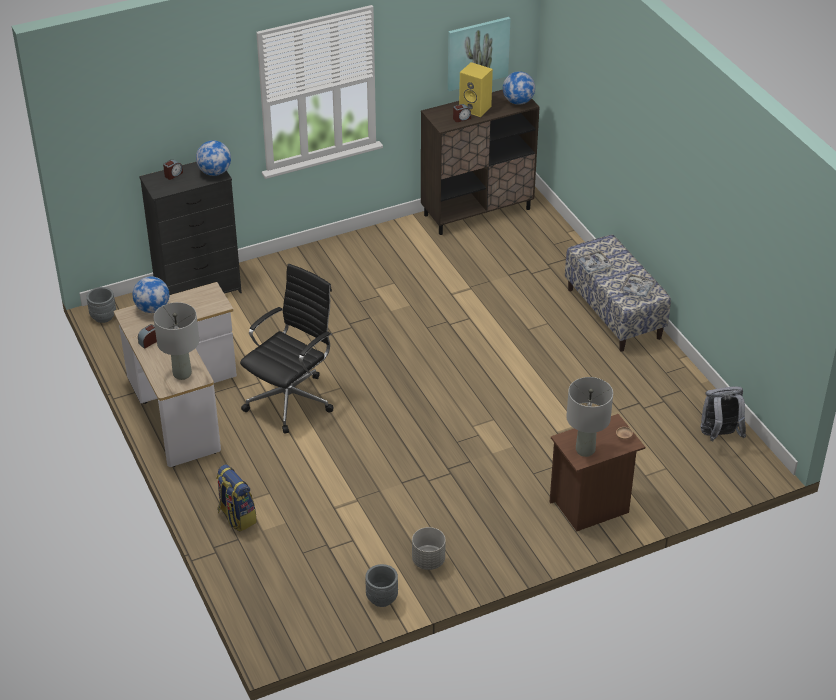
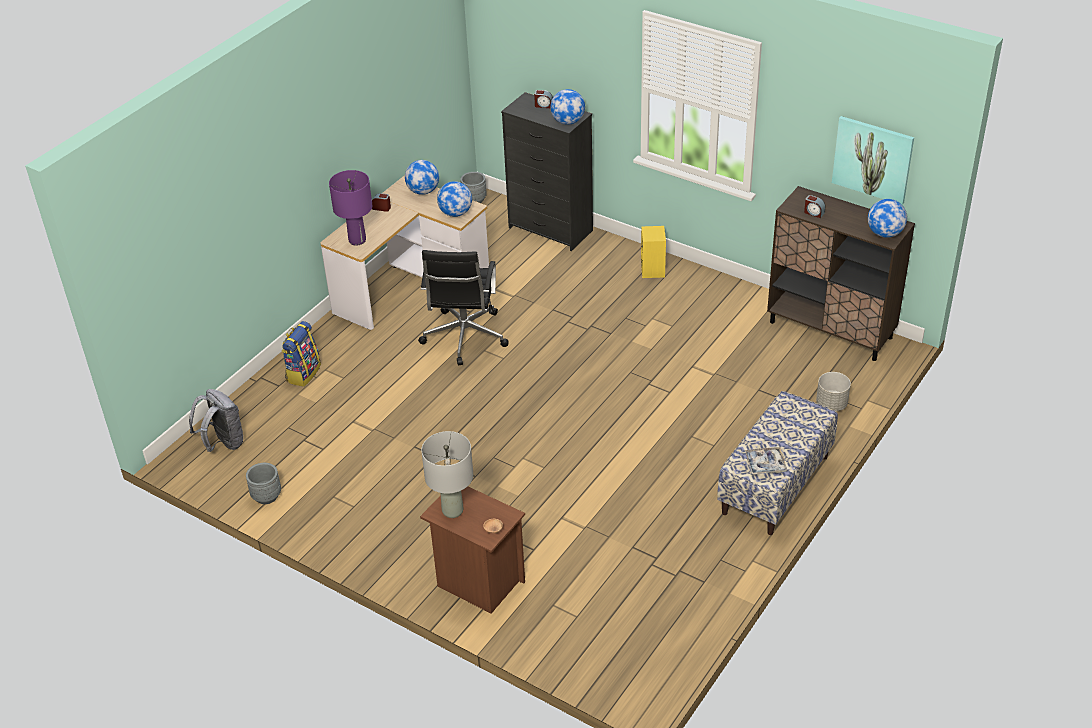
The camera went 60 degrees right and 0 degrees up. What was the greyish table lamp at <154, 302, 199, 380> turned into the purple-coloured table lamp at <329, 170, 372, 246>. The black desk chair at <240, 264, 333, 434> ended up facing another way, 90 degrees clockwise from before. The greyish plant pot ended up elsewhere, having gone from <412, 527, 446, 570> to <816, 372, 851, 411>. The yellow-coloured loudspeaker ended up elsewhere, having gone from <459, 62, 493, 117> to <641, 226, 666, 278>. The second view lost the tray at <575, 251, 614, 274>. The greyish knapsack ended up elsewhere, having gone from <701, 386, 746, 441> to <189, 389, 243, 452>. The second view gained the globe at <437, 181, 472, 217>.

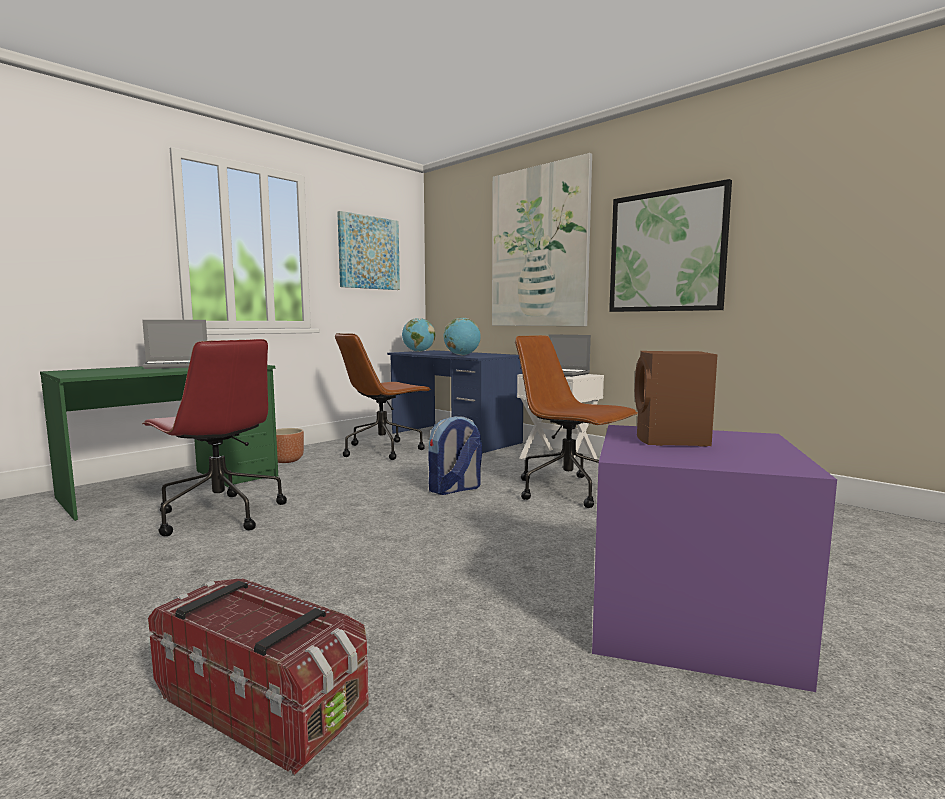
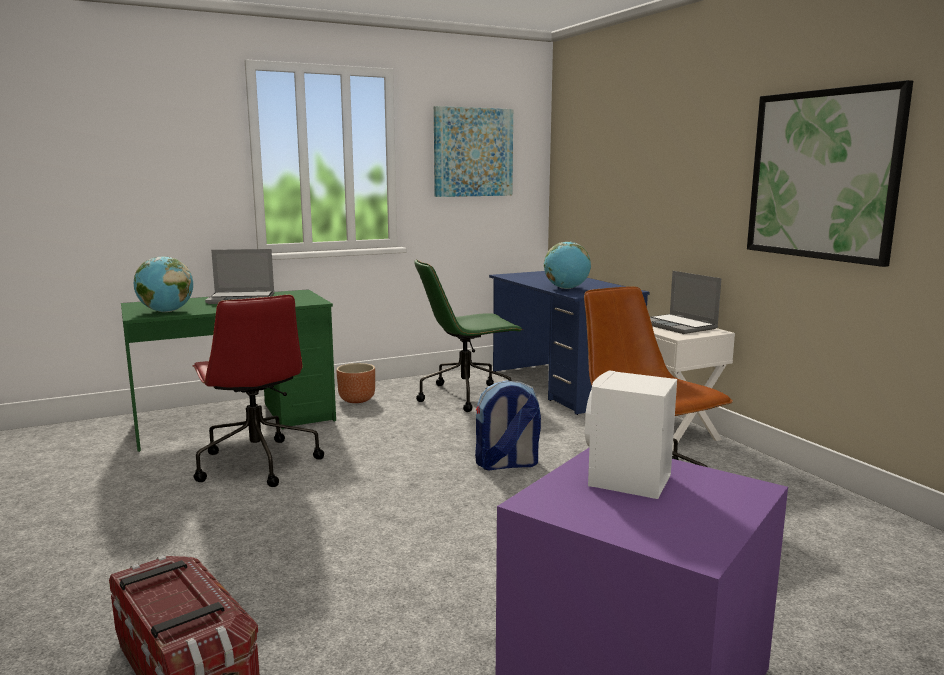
The camera went 20 degrees right and 5 degrees up. What was the brown-coloured desk chair at <335, 333, 431, 460> turned into the greenish desk chair at <414, 259, 523, 412>. The globe ended up elsewhere, having gone from <402, 318, 435, 352> to <134, 257, 193, 312>. The second view lost the picture at <492, 153, 592, 326>. What was the brown-coloured loudspeaker at <635, 351, 718, 447> turned into the white-coloured loudspeaker at <585, 370, 677, 499>.

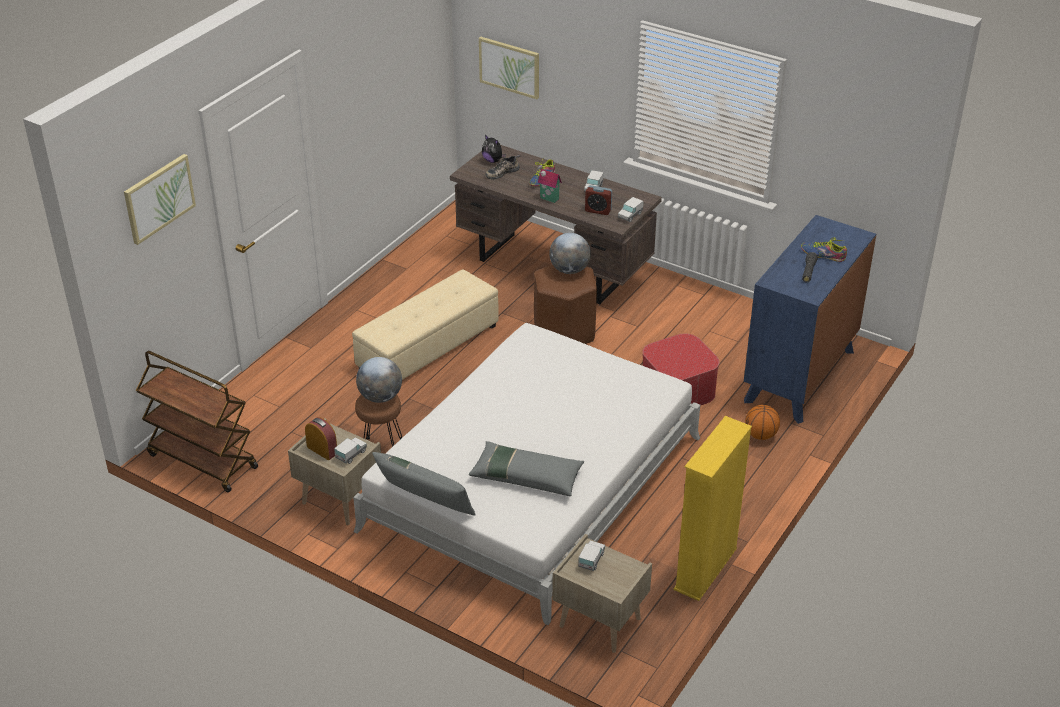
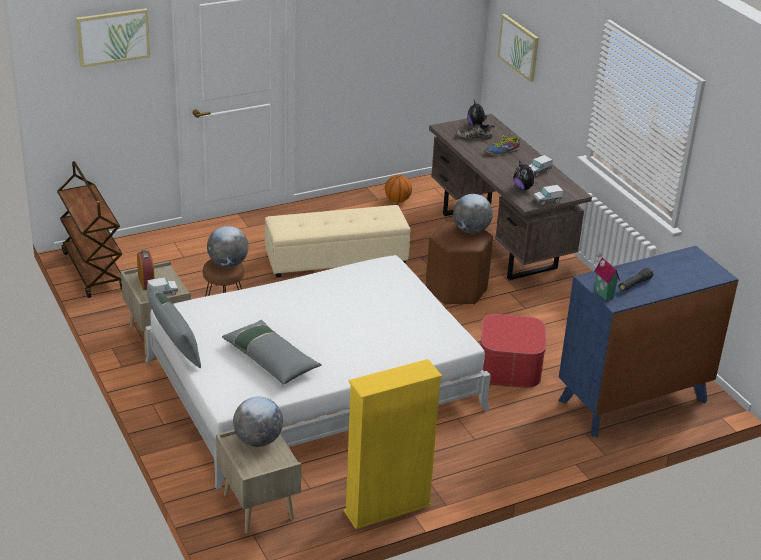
The camera went 30 degrees right and 5 degrees down. The miniature house ended up elsewhere, having gone from <537, 164, 562, 203> to <594, 253, 620, 301>. Where the toy truck stood at <578, 541, 605, 571>, the globe came to stand at <233, 397, 283, 447>. Where the bedside clock stood at <585, 185, 612, 215>, the soft toy came to stand at <513, 161, 538, 190>. The basketball ball ended up elsewhere, having gone from <745, 405, 780, 440> to <385, 175, 412, 203>. The second view lost the item of footwear at <801, 237, 847, 262>.

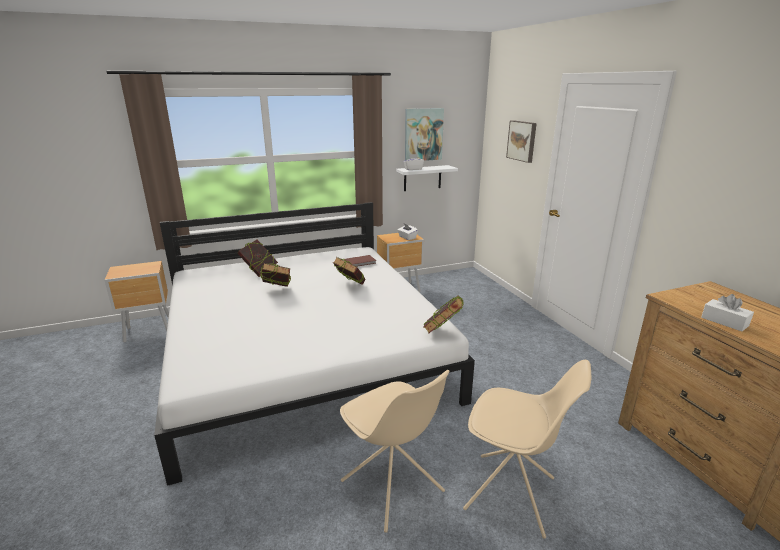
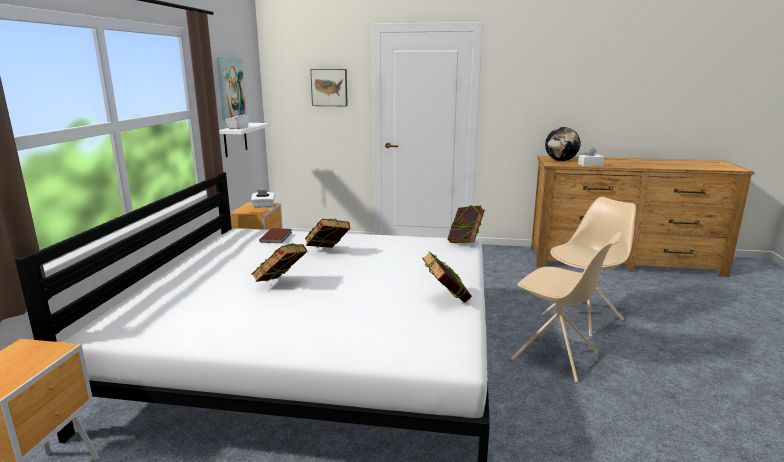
The camera went 60 degrees left and 5 degrees down. The bound book ended up elsewhere, having gone from <238, 240, 278, 277> to <422, 251, 472, 303>. The beige-coloured plain chair at <340, 370, 449, 533> ended up facing another way, 45 degrees clockwise from before. The second view gained the globe at <545, 127, 581, 161>.

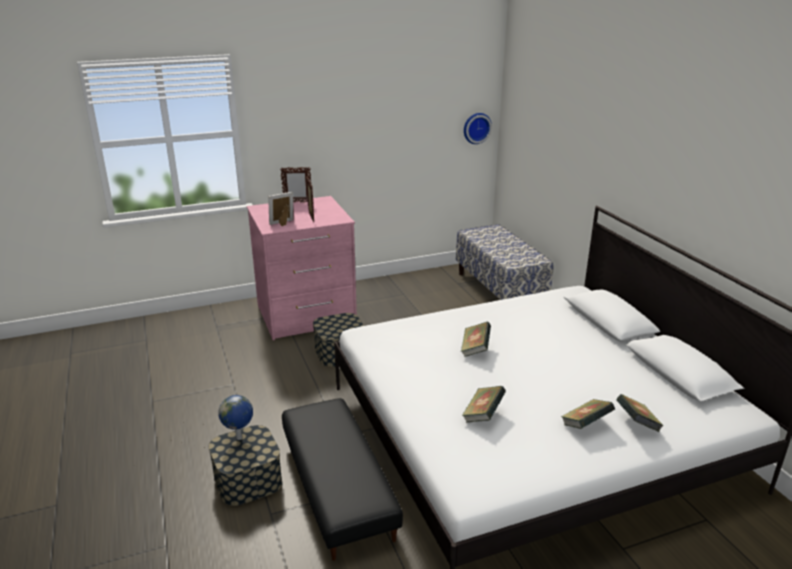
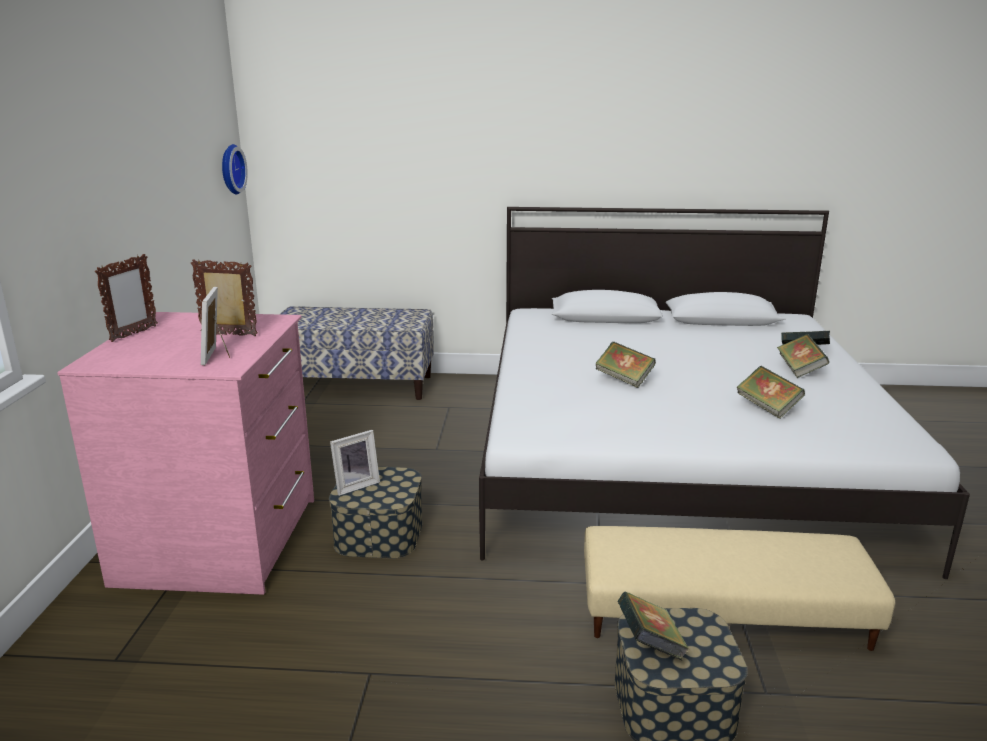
The camera went 65 degrees left and 5 degrees down. Where the globe stood at <218, 395, 253, 440>, the bound book came to stand at <618, 592, 689, 660>. What was the black ottoman at <282, 398, 403, 561> turned into the beige-coloured ottoman at <584, 526, 895, 651>. The second view gained the picture frame at <330, 430, 380, 496>.

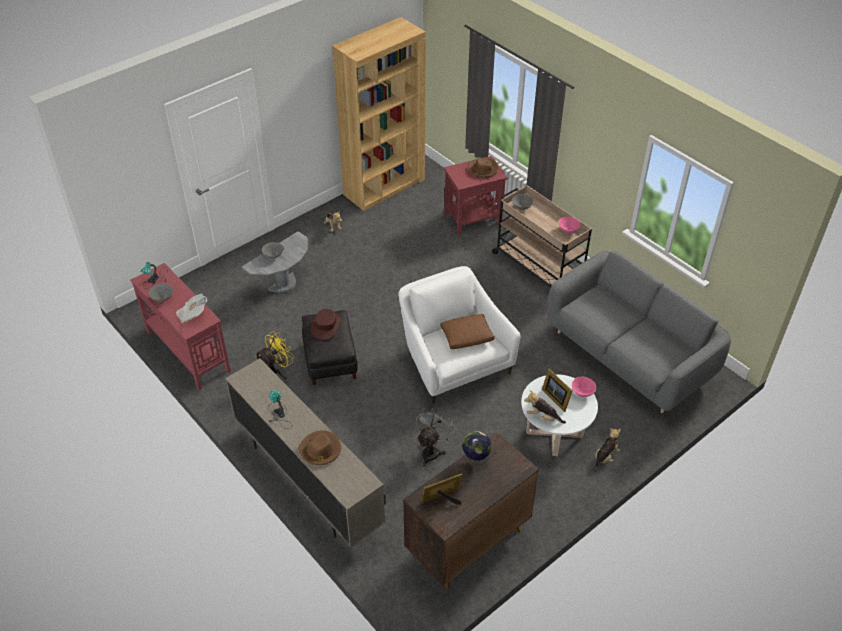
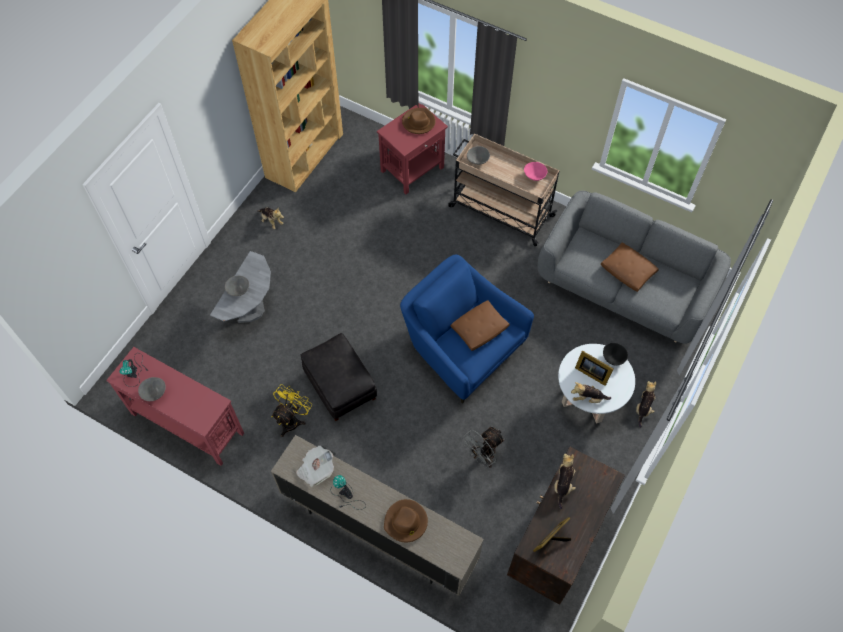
The camera went 20 degrees left and 15 degrees up. The newspaper ended up elsewhere, having gone from <176, 293, 207, 323> to <296, 446, 334, 487>. The second view lost the brown-coloured clothing hat at <311, 309, 341, 340>. What was the white-coloured easy chair at <398, 266, 521, 404> turned into the bluish easy chair at <400, 255, 534, 404>. The greyish electric fan at <416, 408, 456, 466> ended up facing another way, 135 degrees counterclockwise from before. Where the globe stood at <462, 431, 492, 465>, the soft toy came to stand at <554, 454, 576, 509>. What was the pink deep dish at <572, 376, 596, 397> turned into the black deep dish at <603, 343, 628, 366>. The second view gained the brown-coloured cushion at <601, 243, 659, 292>.

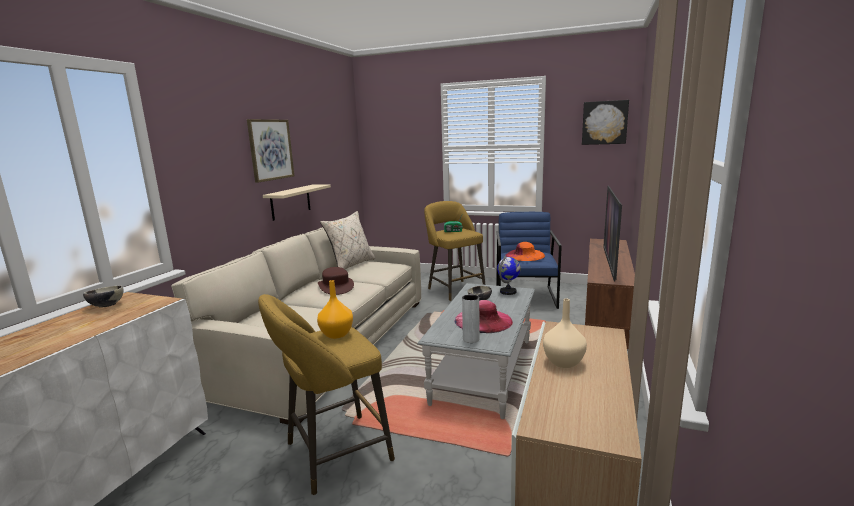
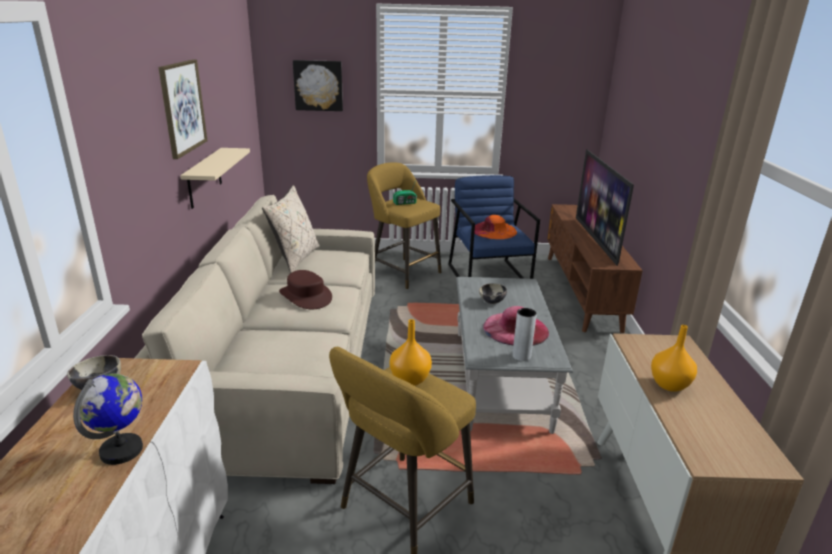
The camera went 20 degrees left and 10 degrees up. The globe ended up elsewhere, having gone from <497, 256, 521, 295> to <73, 373, 143, 465>. What was the beige-coloured flower vase at <543, 299, 587, 368> turned into the orangey flower vase at <651, 325, 697, 392>. The picture ended up elsewhere, having gone from <582, 100, 629, 145> to <293, 60, 343, 111>.

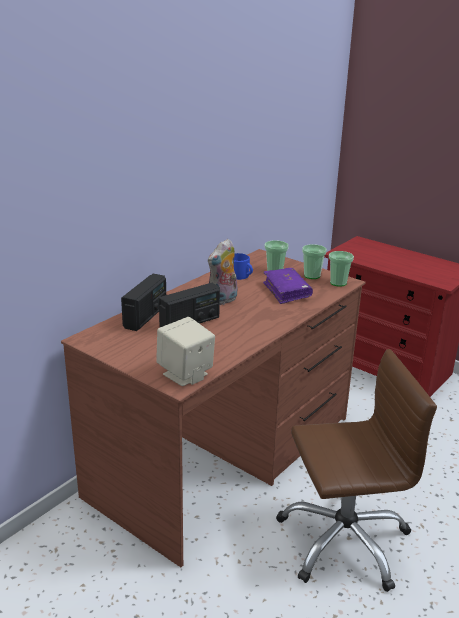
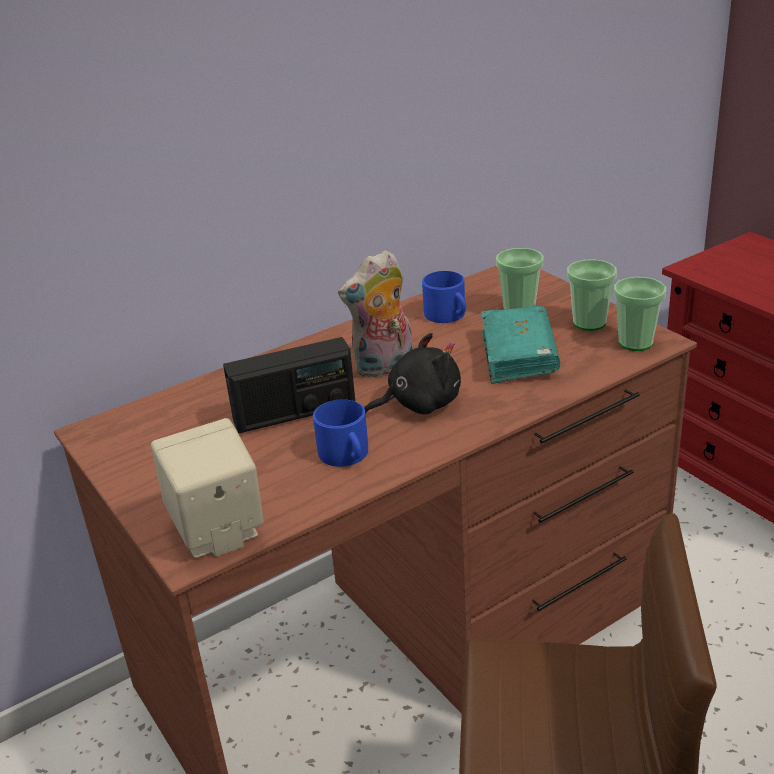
The camera went 20 degrees right and 5 degrees up. The second view lost the radio set at <121, 274, 166, 331>. What was the purple-coloured bound book at <263, 268, 313, 304> turned into the blue-green bound book at <481, 306, 560, 384>. The second view gained the bluish mug at <313, 399, 368, 467>. The second view gained the black soft toy at <364, 333, 461, 415>.

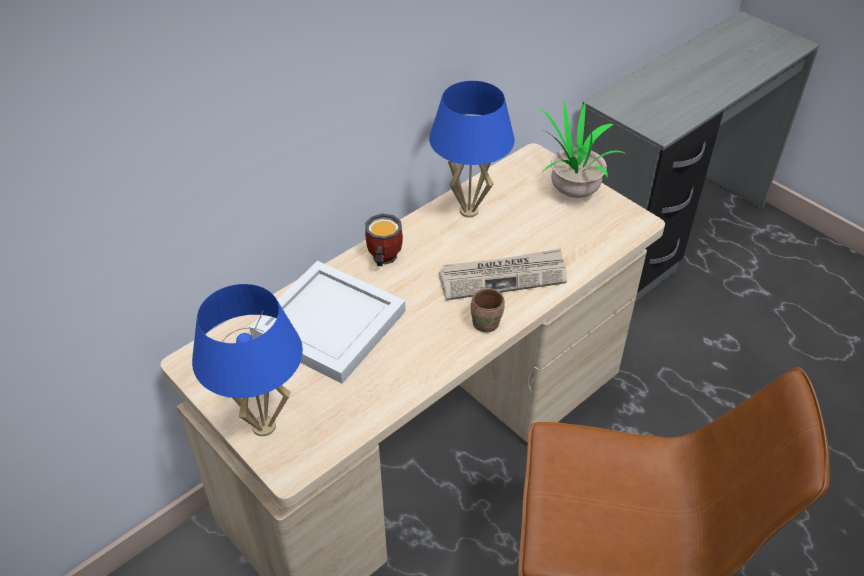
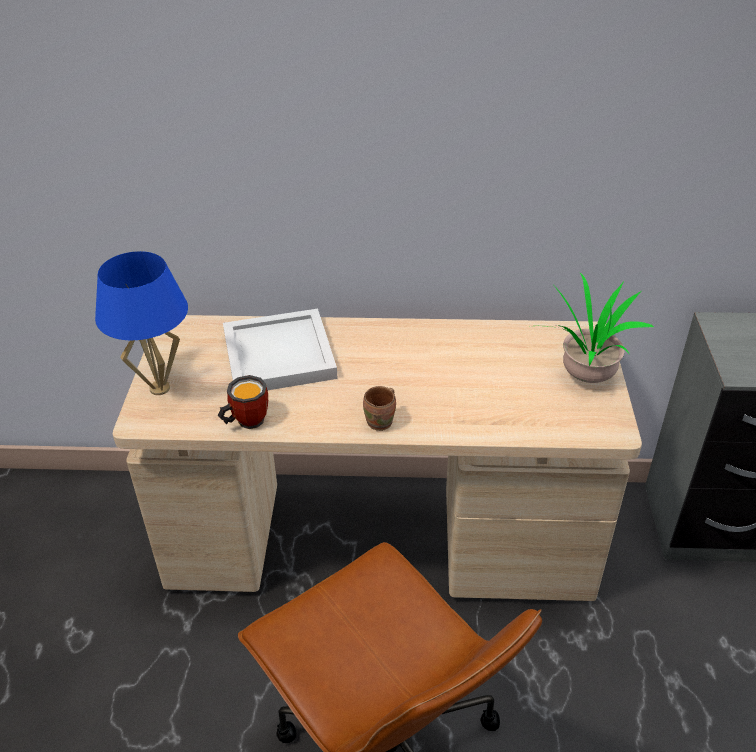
The camera went 45 degrees right and 5 degrees down. The mug ended up elsewhere, having gone from <365, 213, 403, 266> to <218, 375, 268, 429>. The second view lost the bluish table lamp at <429, 81, 515, 217>. The second view lost the newspaper at <439, 248, 567, 300>.

